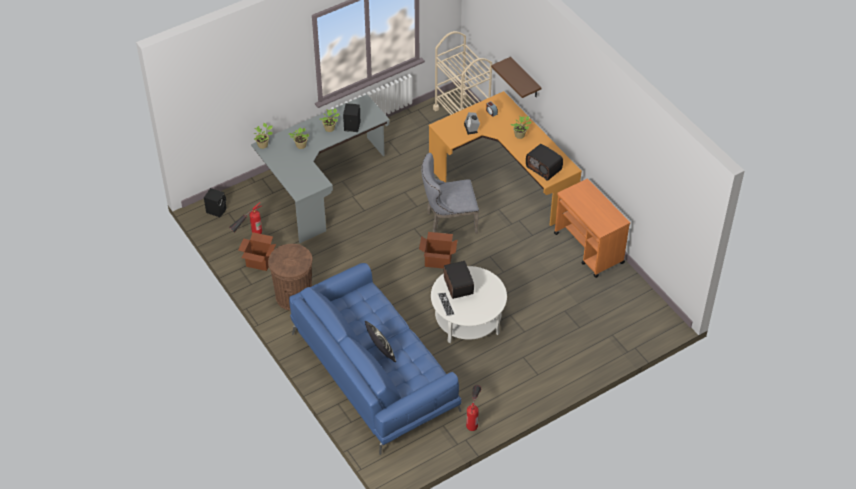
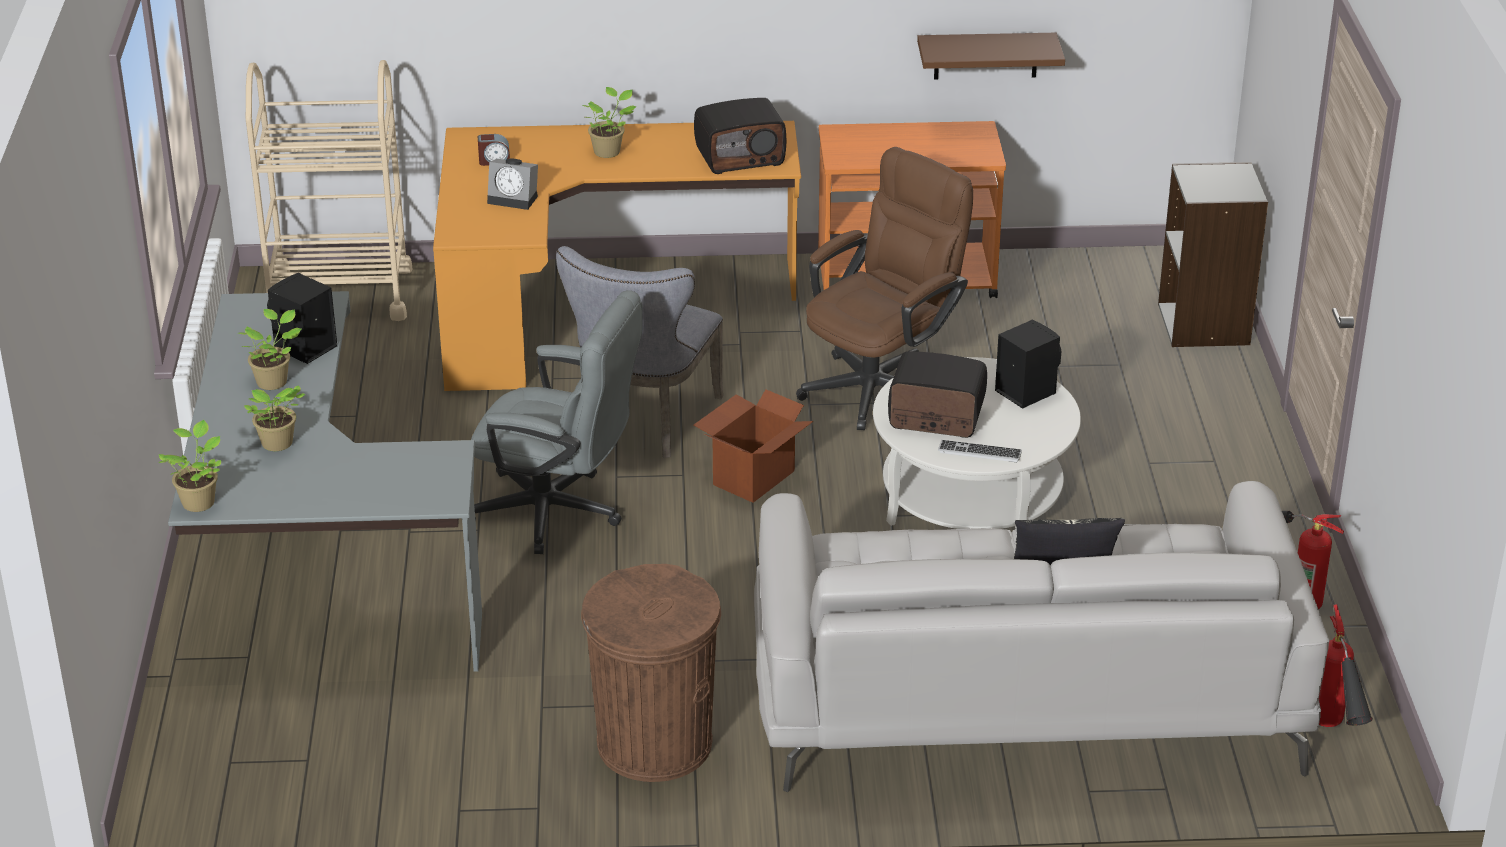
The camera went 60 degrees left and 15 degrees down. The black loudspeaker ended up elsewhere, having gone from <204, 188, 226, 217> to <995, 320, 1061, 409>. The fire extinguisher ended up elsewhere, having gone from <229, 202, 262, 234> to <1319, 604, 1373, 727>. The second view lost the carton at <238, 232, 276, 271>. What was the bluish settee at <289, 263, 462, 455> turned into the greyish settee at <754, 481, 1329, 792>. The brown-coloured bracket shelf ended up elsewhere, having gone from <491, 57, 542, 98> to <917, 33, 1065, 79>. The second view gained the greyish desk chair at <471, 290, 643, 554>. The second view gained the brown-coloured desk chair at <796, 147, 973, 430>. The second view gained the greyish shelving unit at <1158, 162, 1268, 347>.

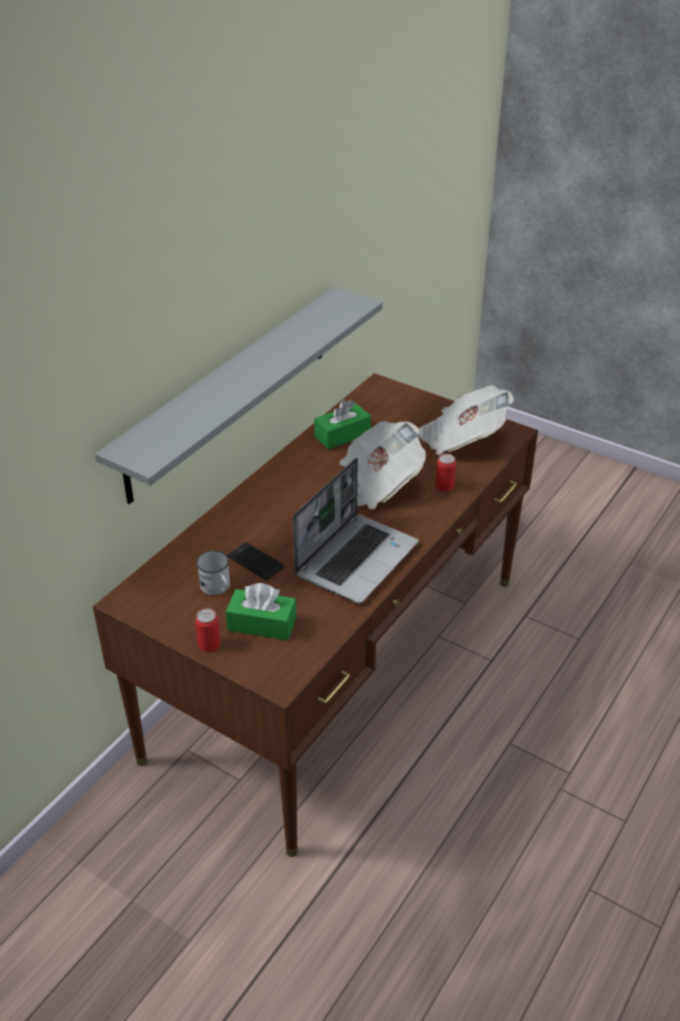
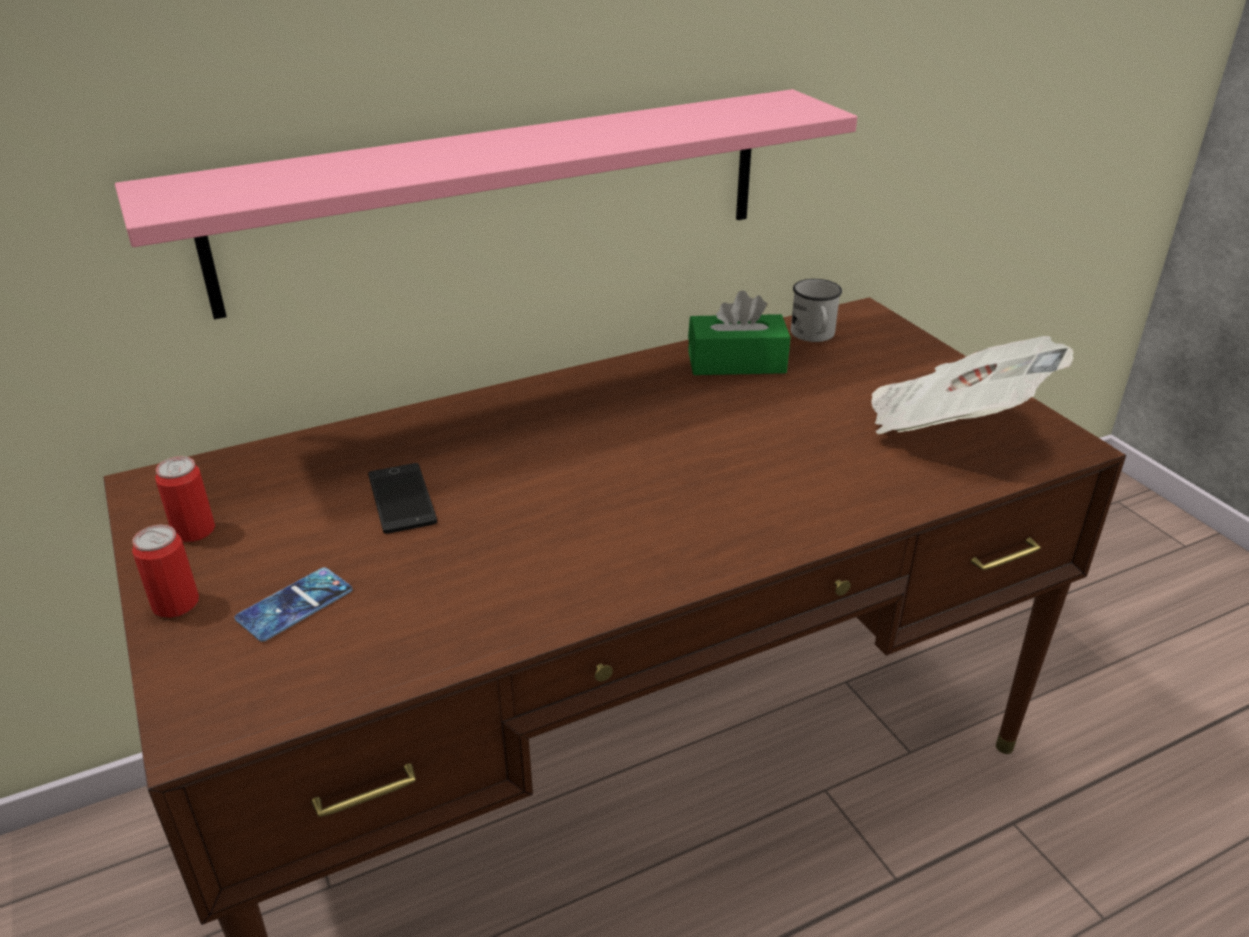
The camera went 30 degrees right and 5 degrees down. What was the greyish bracket shelf at <95, 287, 383, 504> turned into the pink bracket shelf at <115, 89, 857, 319>. The white-coloured mug ended up elsewhere, having gone from <196, 550, 230, 595> to <791, 279, 842, 342>. Where the greenish box of tissues stood at <226, 583, 296, 641>, the phone came to stand at <235, 567, 353, 642>. The second view lost the laptop at <293, 458, 418, 604>. The second view lost the newspaper at <339, 421, 426, 510>. The metal can ended up elsewhere, having gone from <435, 454, 456, 492> to <155, 456, 215, 542>.

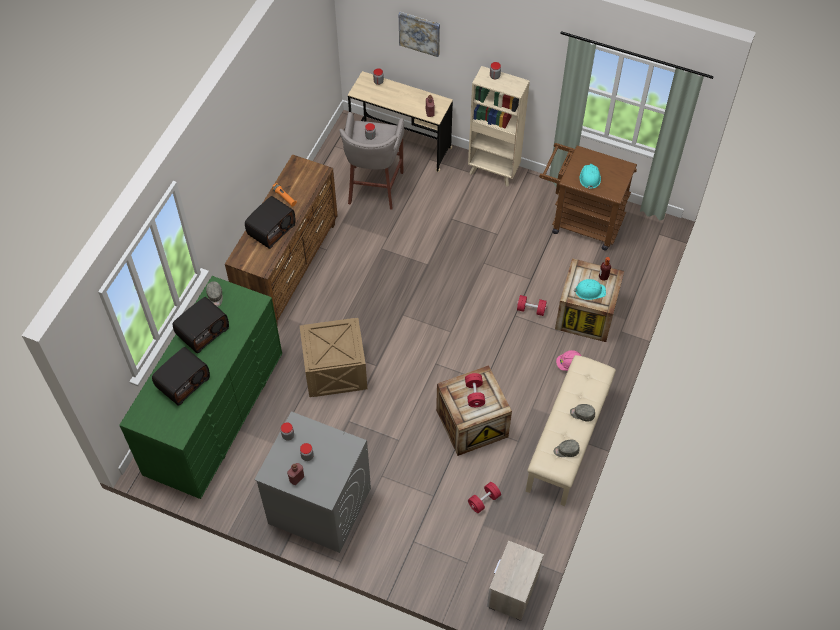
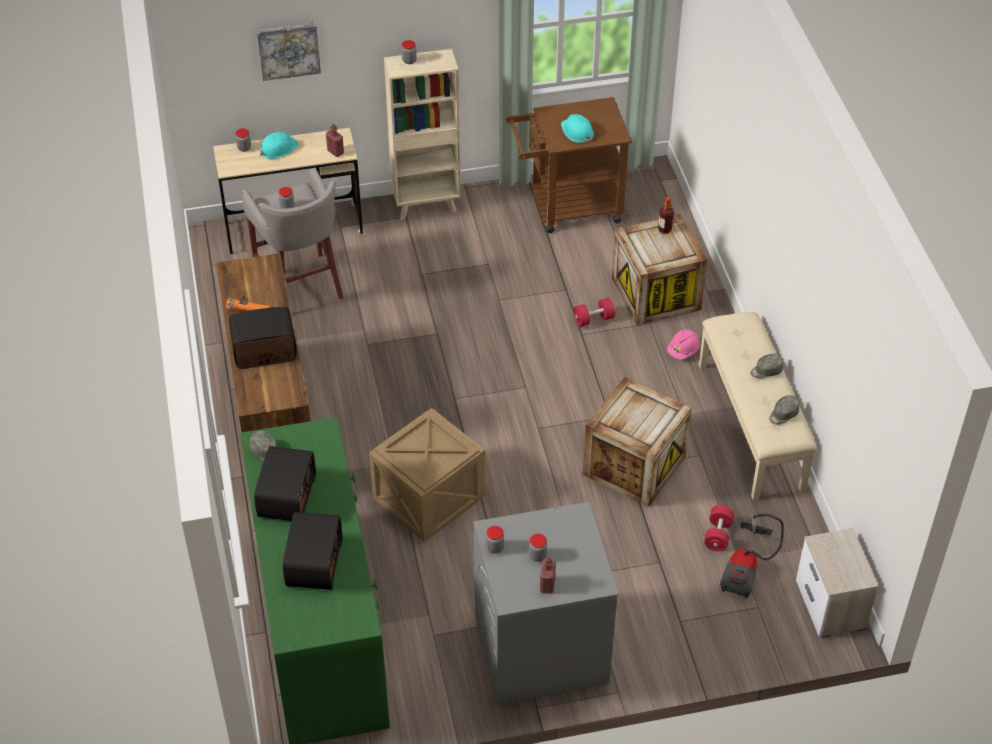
The camera went 35 degrees left and 10 degrees down. The radio set at <245, 196, 295, 249> ended up facing another way, 105 degrees counterclockwise from before. The second view lost the reddish hand weight at <465, 373, 485, 407>. The blue-green safety helmet ended up elsewhere, having gone from <574, 279, 606, 300> to <260, 132, 299, 159>. The second view gained the vacuum cleaner at <720, 513, 784, 598>.

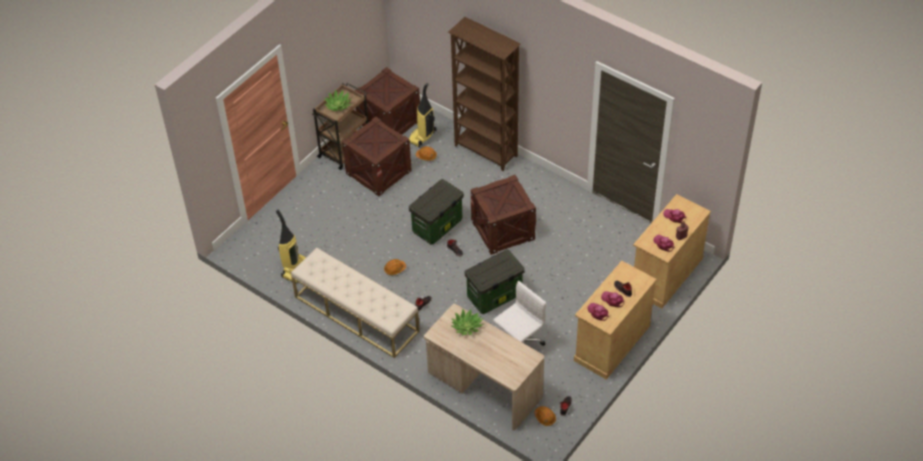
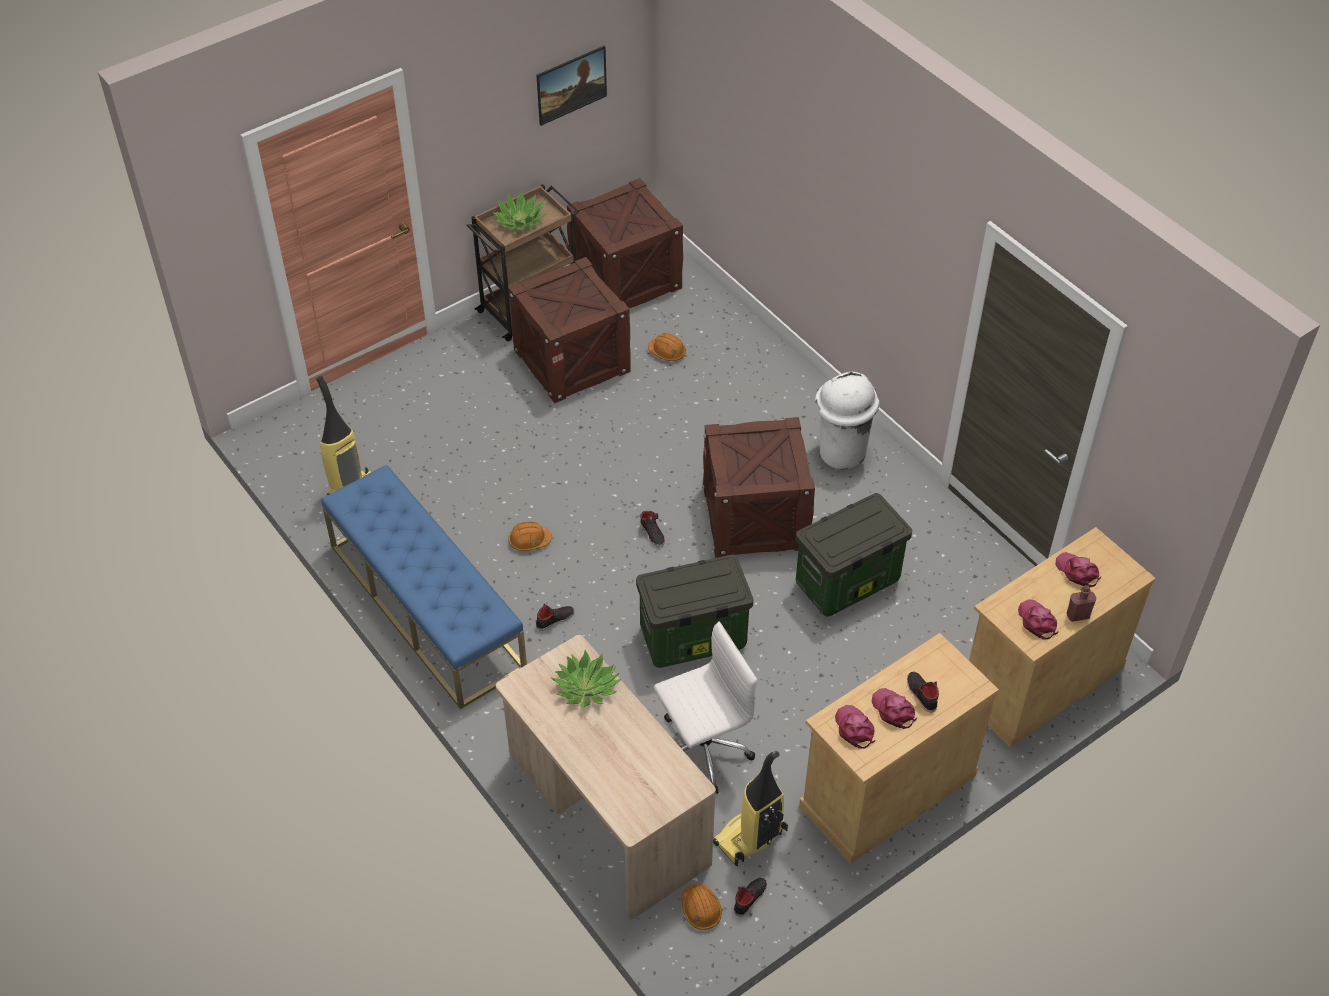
The camera went 15 degrees right and 0 degrees up. What was the beige-coloured bench at <291, 248, 420, 358> turned into the bluish bench at <321, 465, 527, 709>. The vacuum cleaner ended up elsewhere, having gone from <409, 83, 436, 147> to <713, 751, 788, 866>. The storage box ended up elsewhere, having gone from <409, 179, 464, 245> to <796, 493, 912, 616>. The second view lost the brown-coloured shelving unit at <448, 17, 521, 171>. The second view gained the picture at <536, 46, 607, 126>. The second view gained the white-coloured waste bin at <815, 372, 880, 469>.

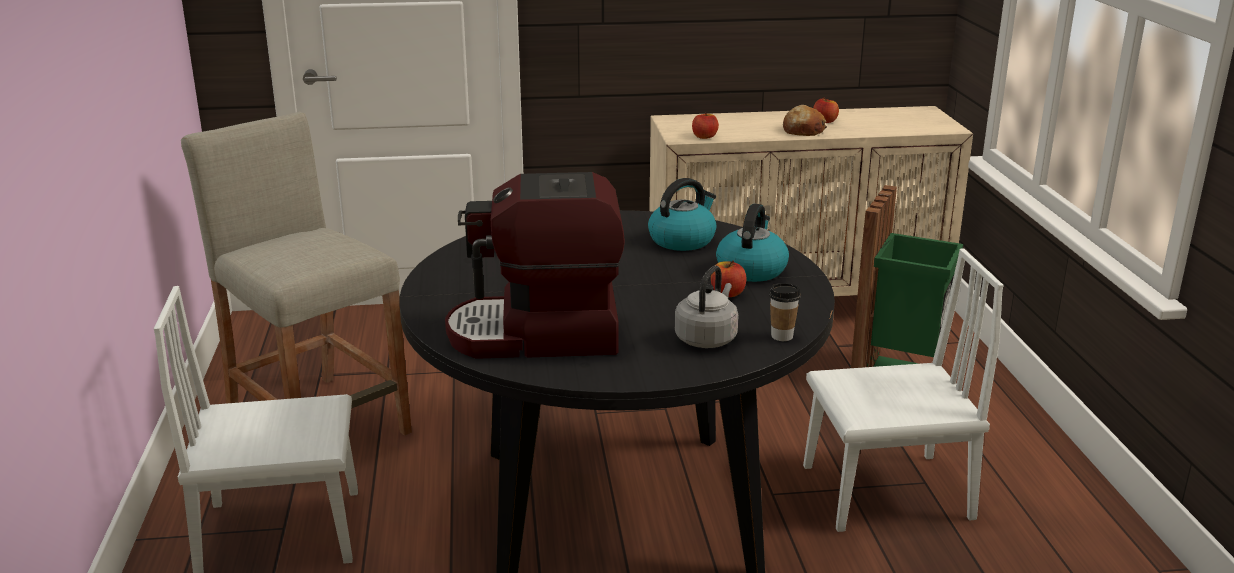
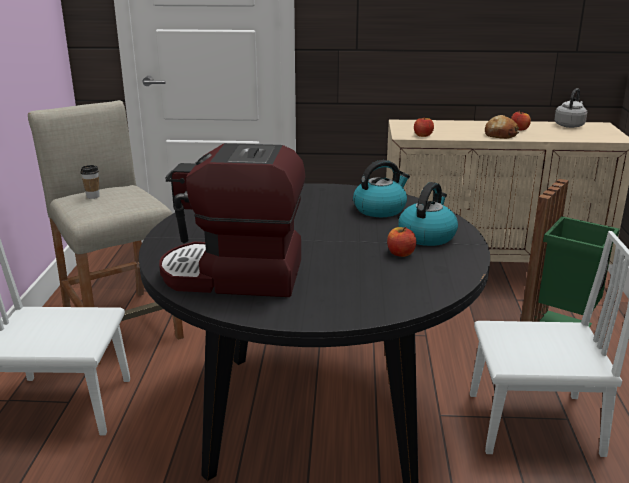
The camera went 10 degrees right and 0 degrees up. The greyish water kettle ended up elsewhere, having gone from <675, 266, 739, 348> to <554, 88, 587, 128>. The cup ended up elsewhere, having gone from <769, 283, 801, 341> to <80, 165, 100, 199>.

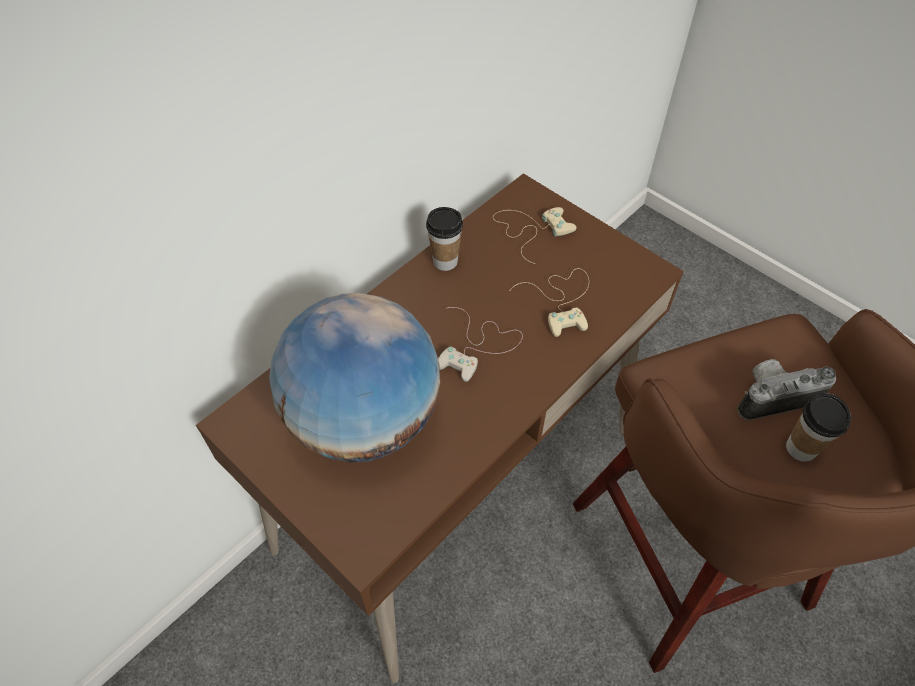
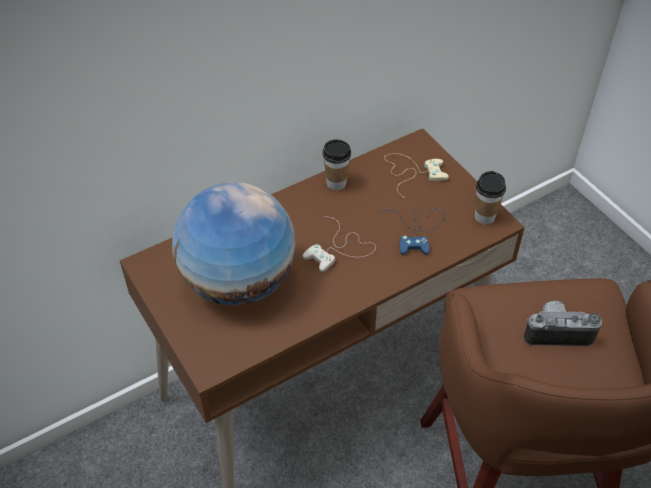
The camera went 15 degrees right and 5 degrees down. What was the beige-coloured game controller at <509, 268, 589, 337> turned into the bluish game controller at <378, 208, 444, 255>. The cup ended up elsewhere, having gone from <786, 393, 851, 462> to <475, 171, 506, 224>.

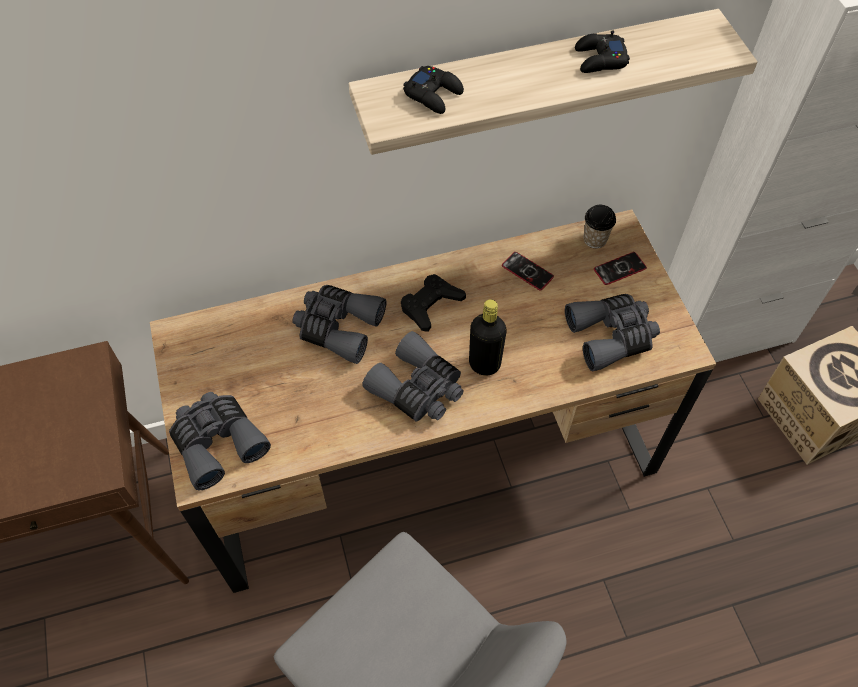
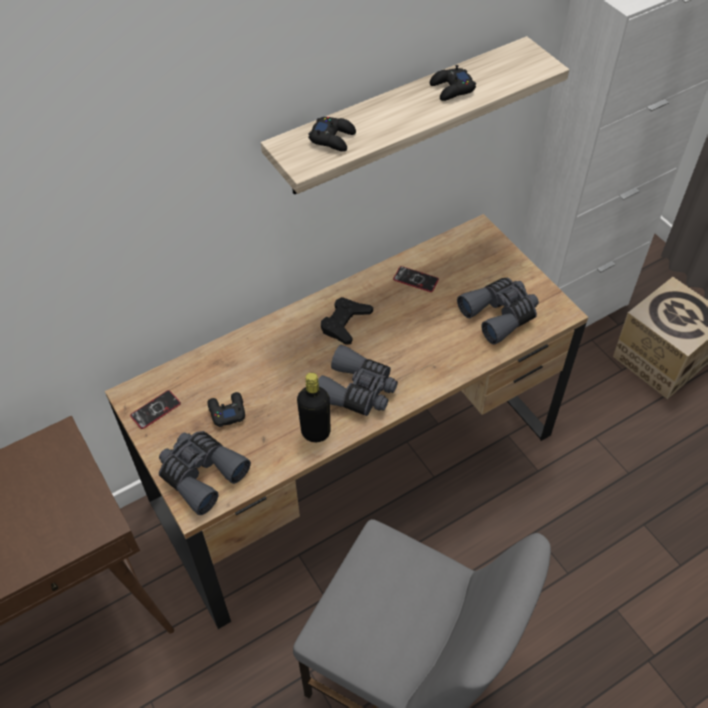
The camera went 15 degrees left and 5 degrees down. The second view lost the greyish pair of binoculars at <292, 285, 386, 364>. The black bottle ended up elsewhere, having gone from <469, 299, 507, 375> to <297, 373, 330, 442>. The second view lost the cup at <584, 205, 616, 248>. The phone ended up elsewhere, having gone from <594, 252, 647, 285> to <130, 390, 181, 429>. The second view gained the black game controller at <207, 392, 245, 427>.

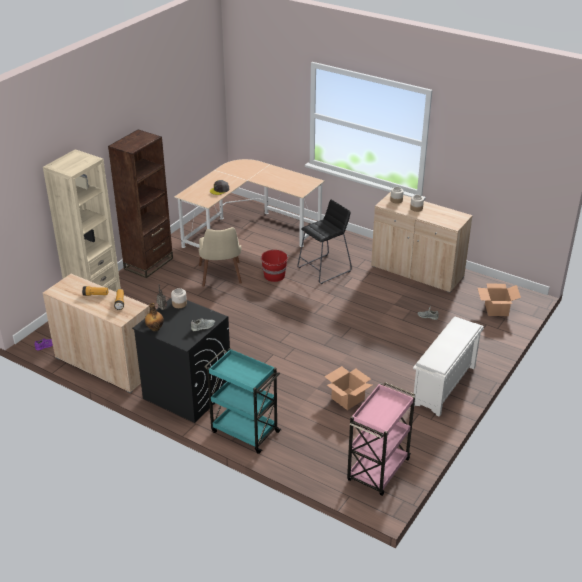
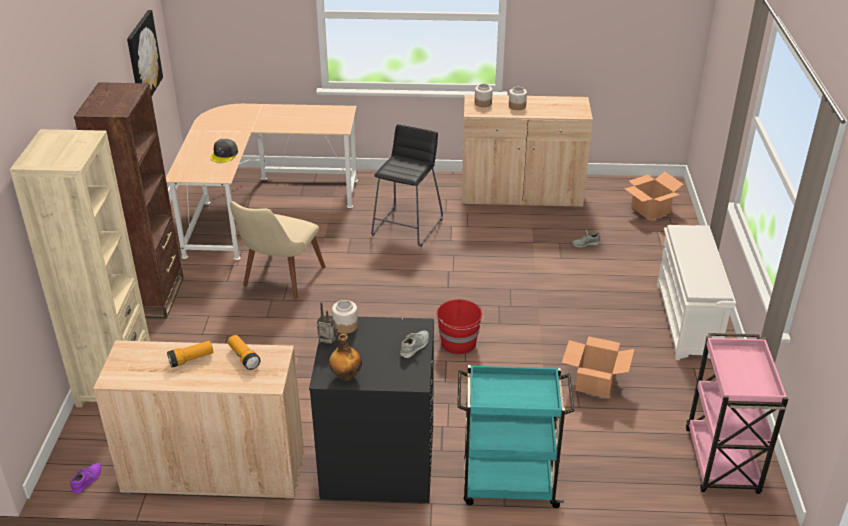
The camera went 30 degrees left and 0 degrees up. The beige-coloured plain chair at <199, 227, 242, 287> ended up facing another way, 60 degrees clockwise from before. The reddish pail ended up elsewhere, having gone from <260, 250, 288, 282> to <437, 299, 484, 354>. The second view gained the picture at <127, 10, 163, 96>.

